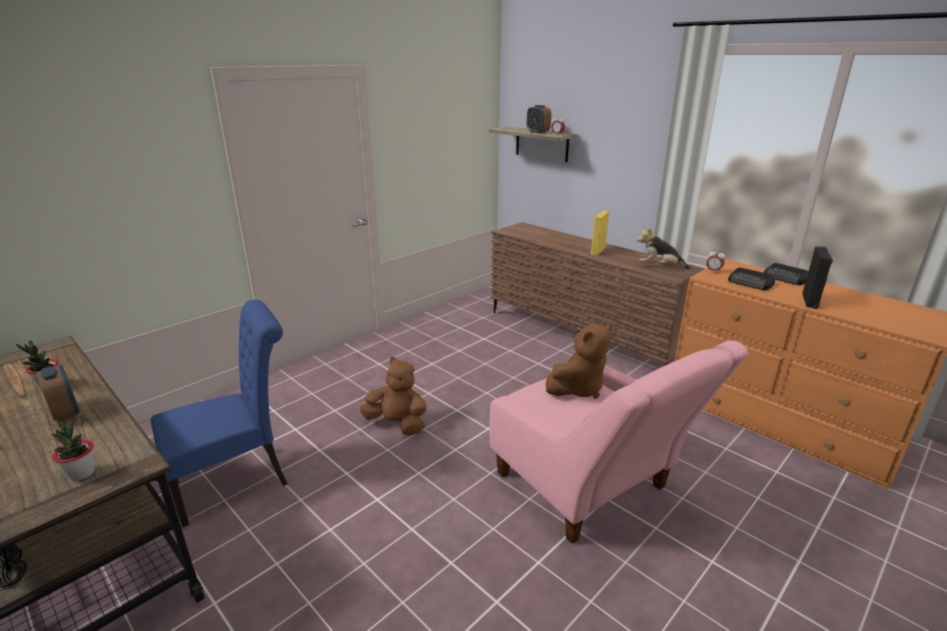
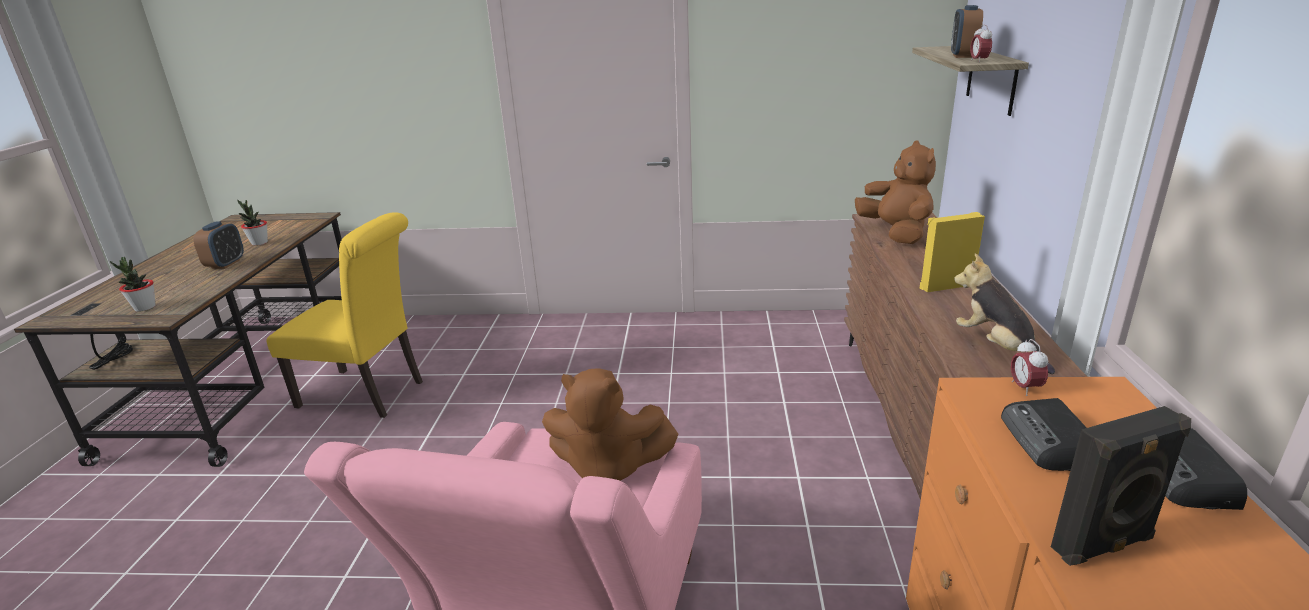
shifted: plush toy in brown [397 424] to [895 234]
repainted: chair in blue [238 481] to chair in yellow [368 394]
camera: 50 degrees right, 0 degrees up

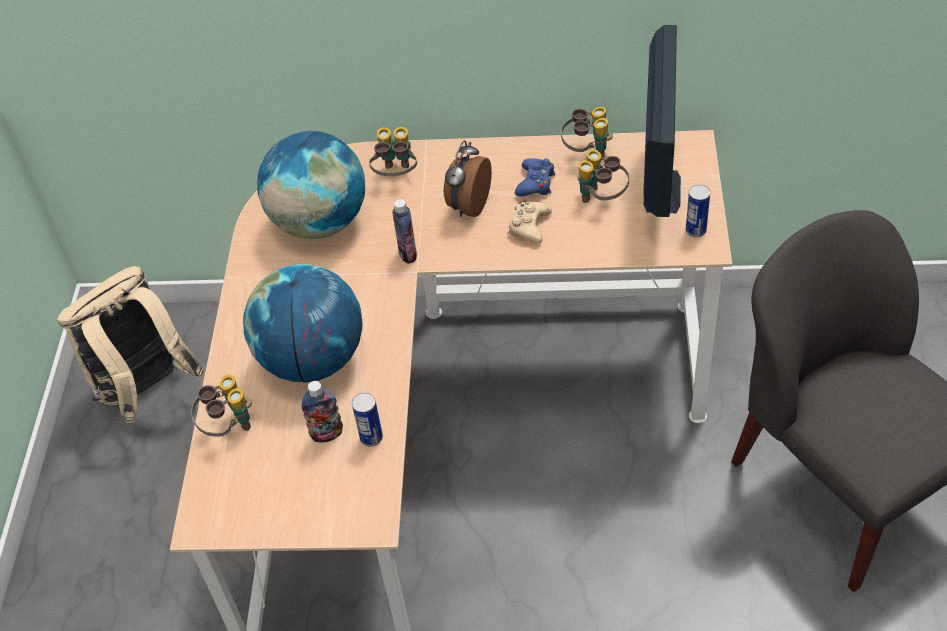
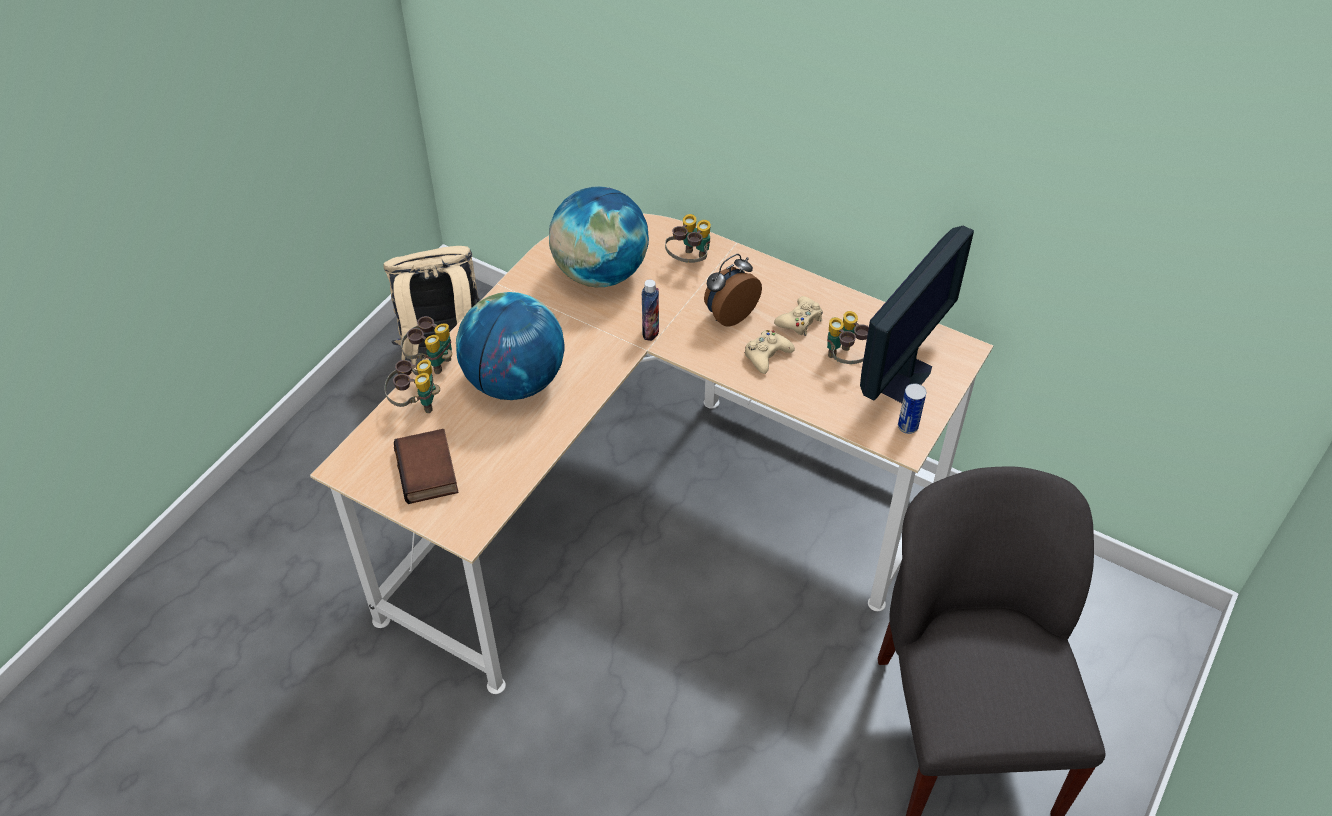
gone: bottle [327 434]; can [371 437]
new: book [429 471]
shifted: binoculars [587 152] to [432 361]
repainted: game controller in blue [535 183] to game controller in beige [800 321]
camera: 25 degrees right, 0 degrees up

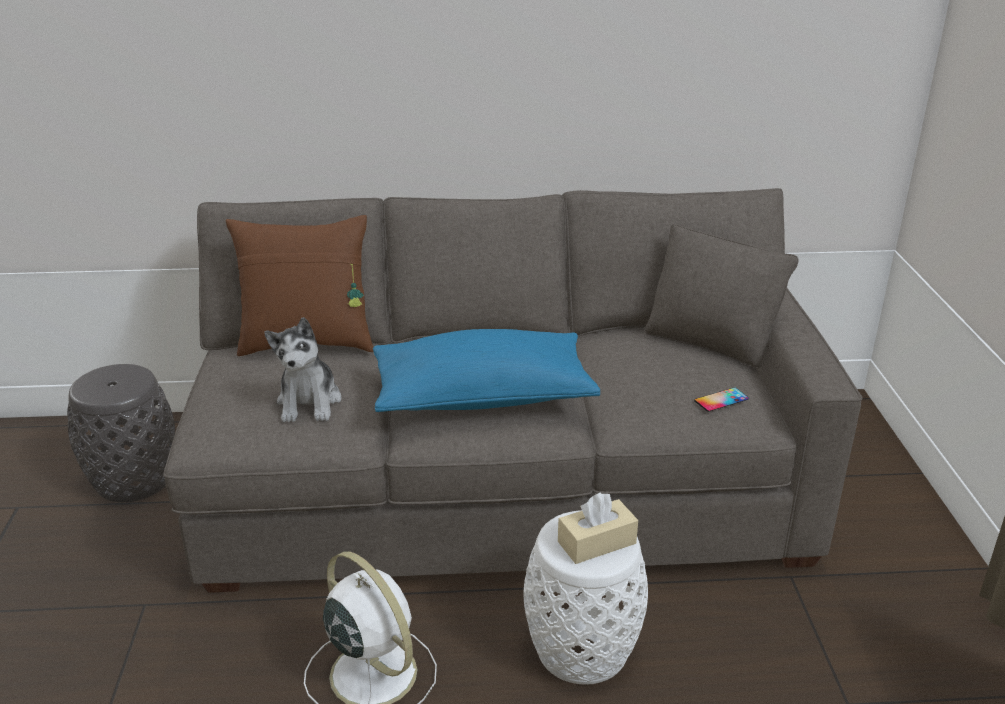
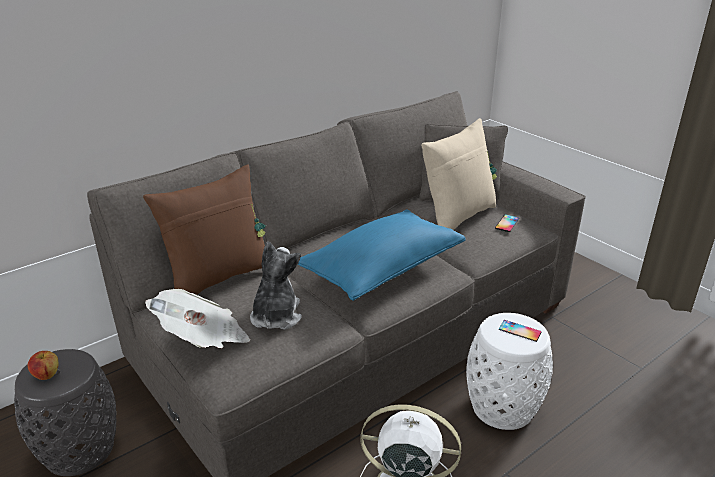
new: apple [46 375]; newspaper [203 339]; pillow in beige [457 218]
swapped: tissue box in beige [596 542] to phone [519 331]
rotated: plush toy [309 402] = [276 316] 135 degrees counterclockwise
camera: 35 degrees left, 0 degrees up

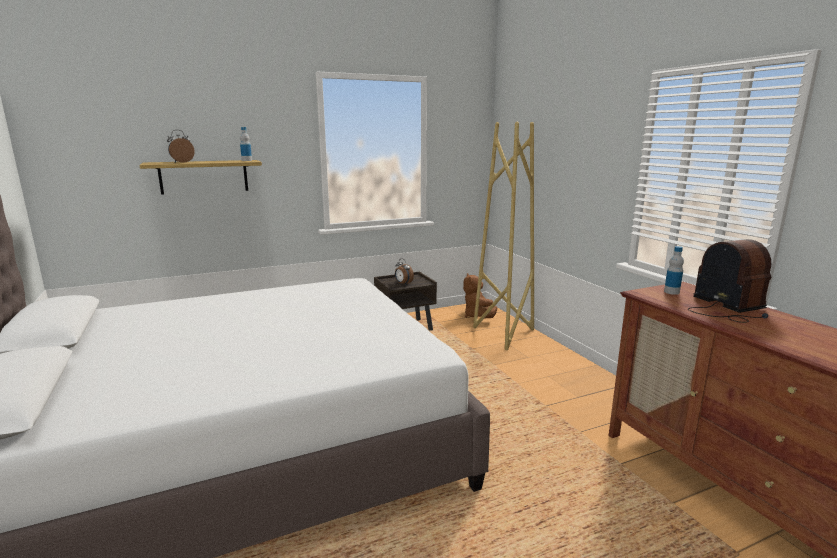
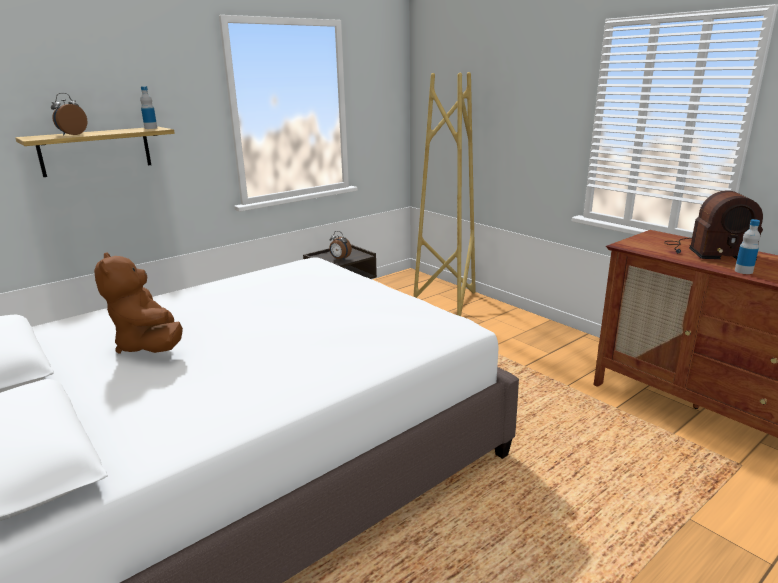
shifted: plush toy in brown [478 316] to [150 346]; bottle [671 292] to [743 271]
rotated: radio [727 308] = [706 251] 135 degrees clockwise
camera: 15 degrees left, 5 degrees up

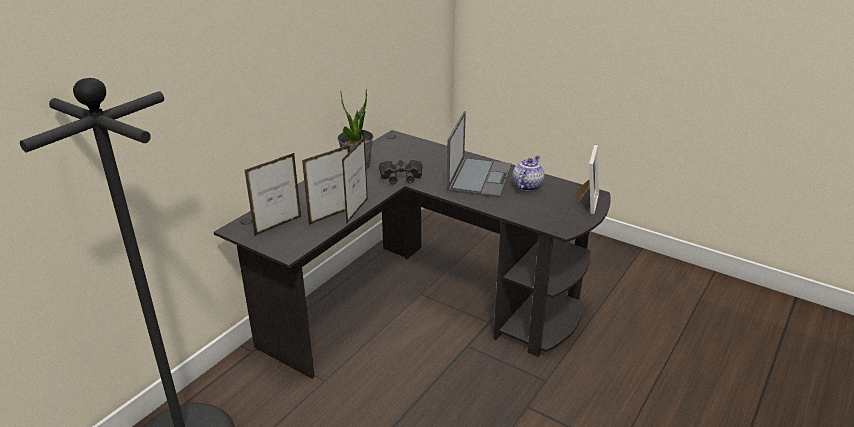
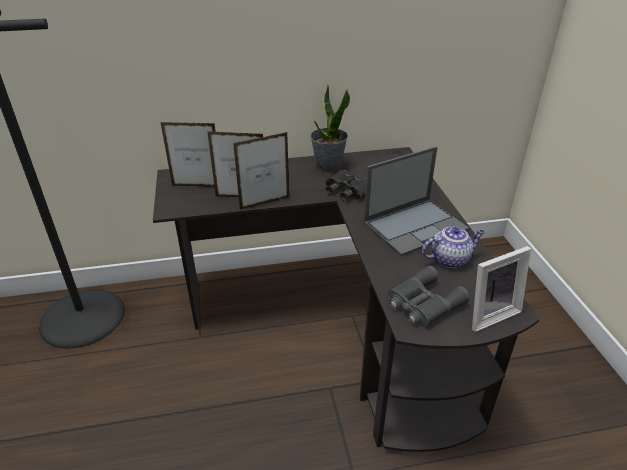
new: binoculars in grey [422 303]
camera: 45 degrees right, 5 degrees up

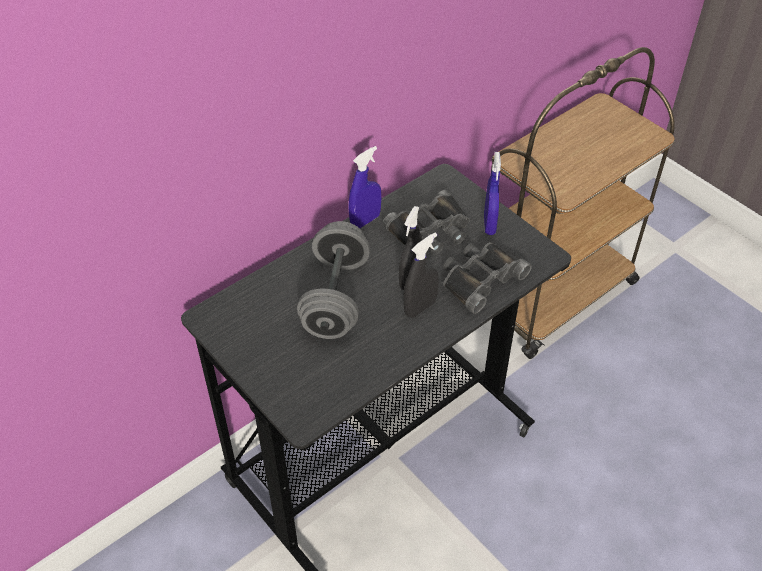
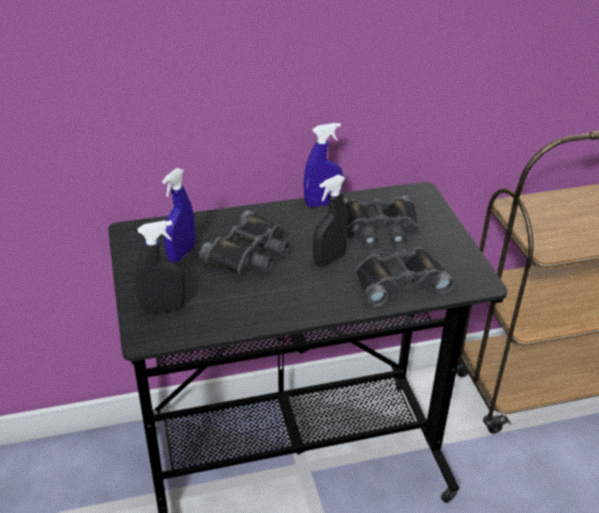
shifted: spray bottle in black [420 308] to [163 308]; spray bottle in blue [489 224] to [181 253]
swapped: dumbbell in grey [335 298] to binoculars in black [250 252]
camera: 25 degrees right, 10 degrees down

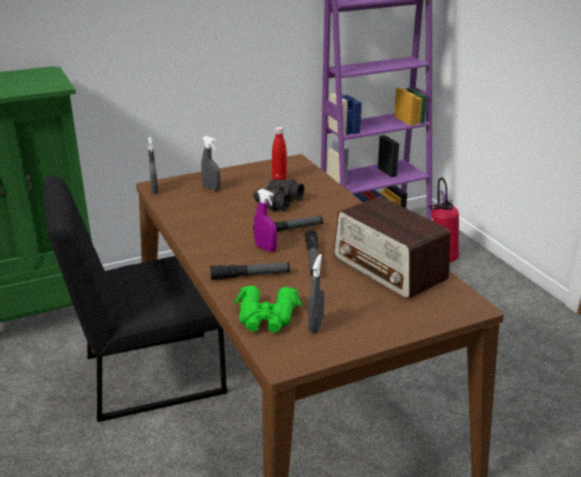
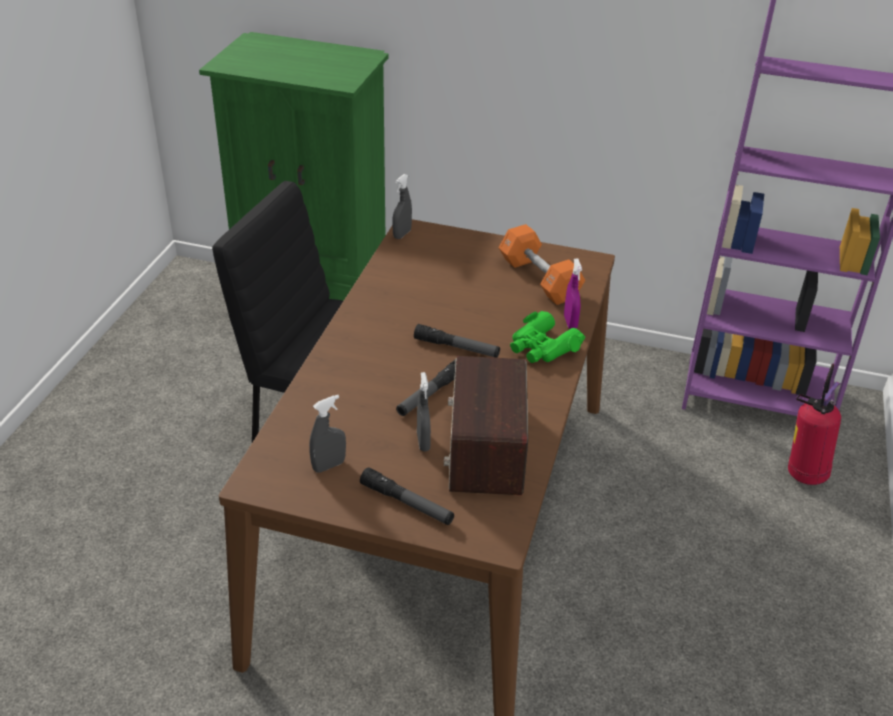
gone: binoculars in black [277 202]
shifted: spray bottle in grey [211 188] to [423 442]; flashlight [250 276] to [407 503]; binoculars in green [266 317] to [542 347]; spray bottle in purple [265 248] to [570 323]
swapped: bottle in red [279 179] to dumbbell in orange [539 279]
camera: 40 degrees right, 10 degrees up

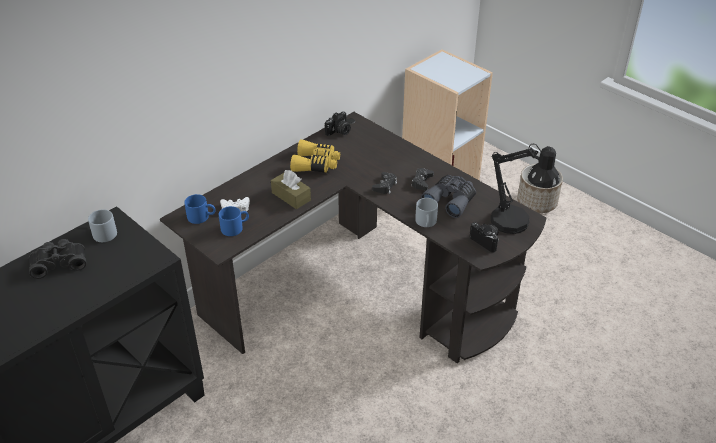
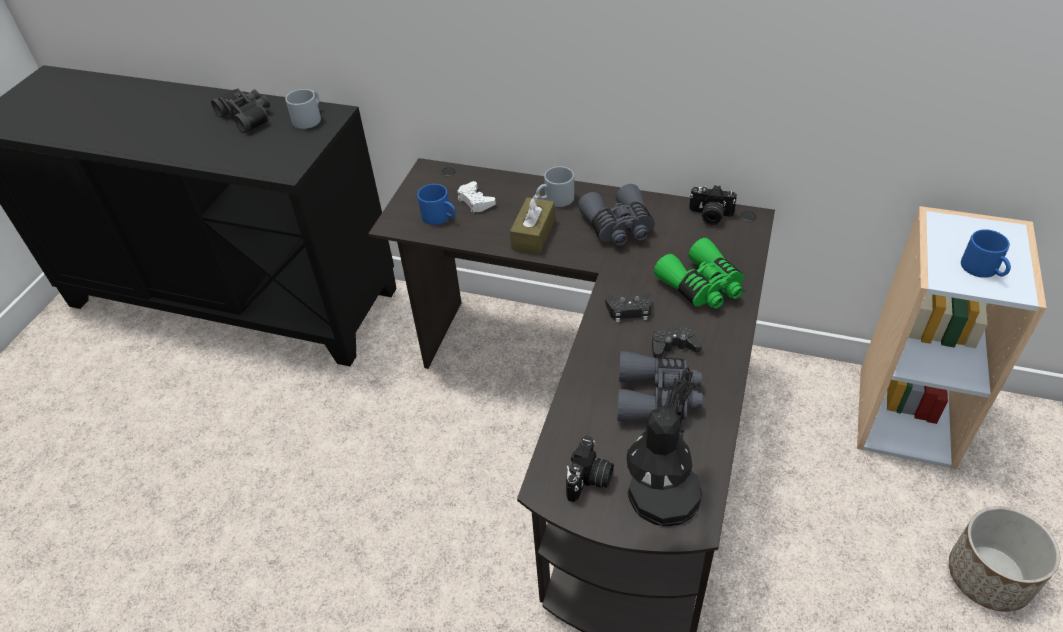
new: binoculars in green [702 286]
shifted: mug in blue [202 217] to [984 269]; mug in grey [426 223] to [555 200]
repainted: binoculars in yellow [316 164] to binoculars in grey [619 227]
camera: 65 degrees right, 5 degrees up

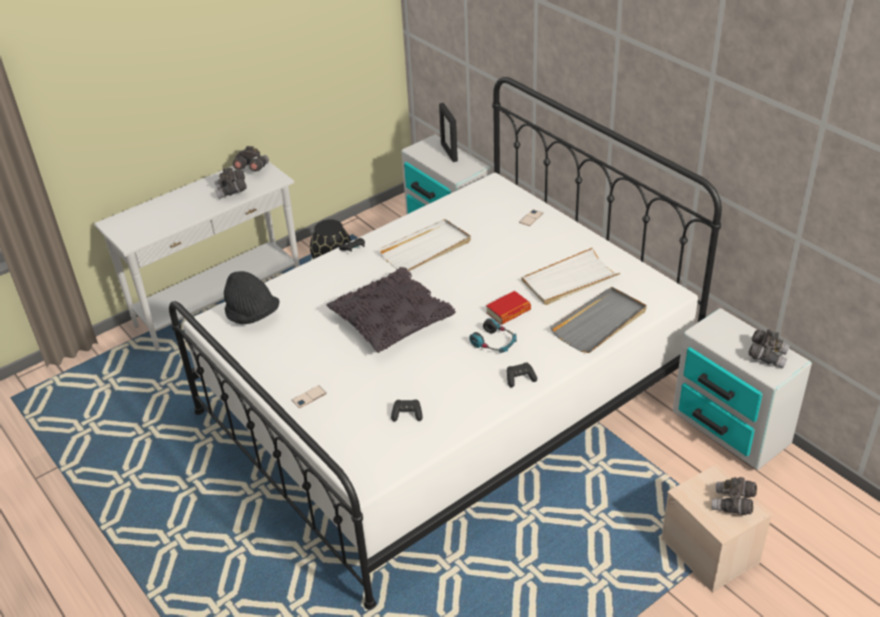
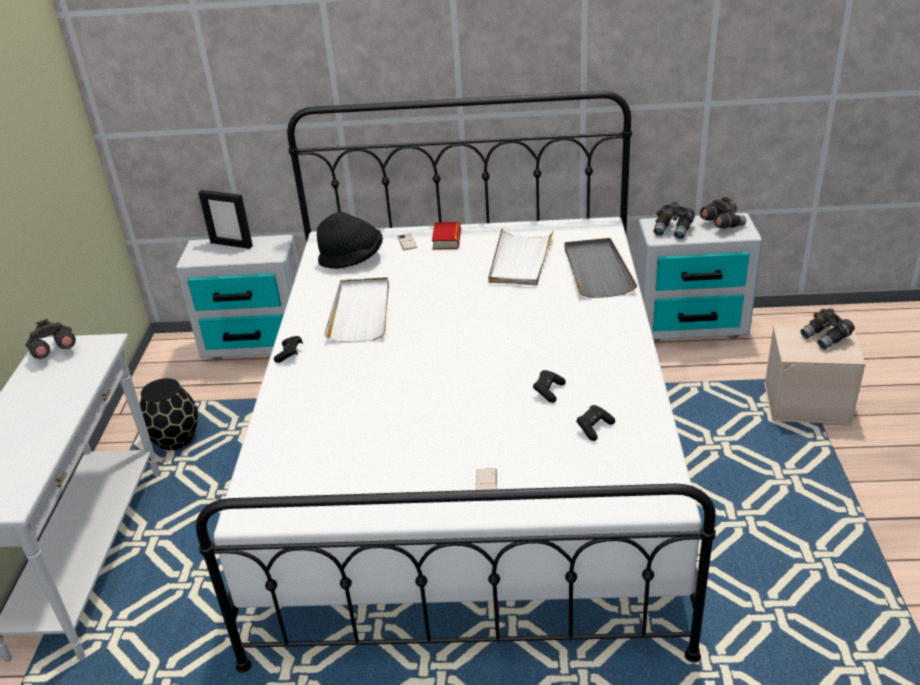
gone: pillow in black [392 320]; headphones [494 343]
shifted: binoculars in grey [232 191] to [673 230]; hat in black [252 315] to [352 259]; book [508 311] to [447 240]; game controller in black [520 379] to [548 391]
camera: 50 degrees left, 5 degrees down

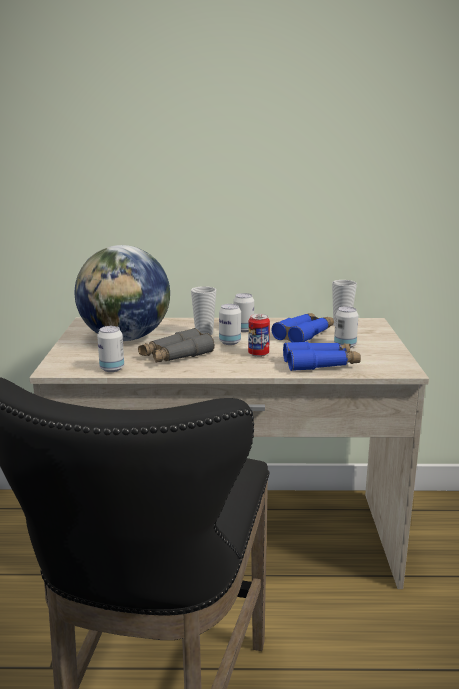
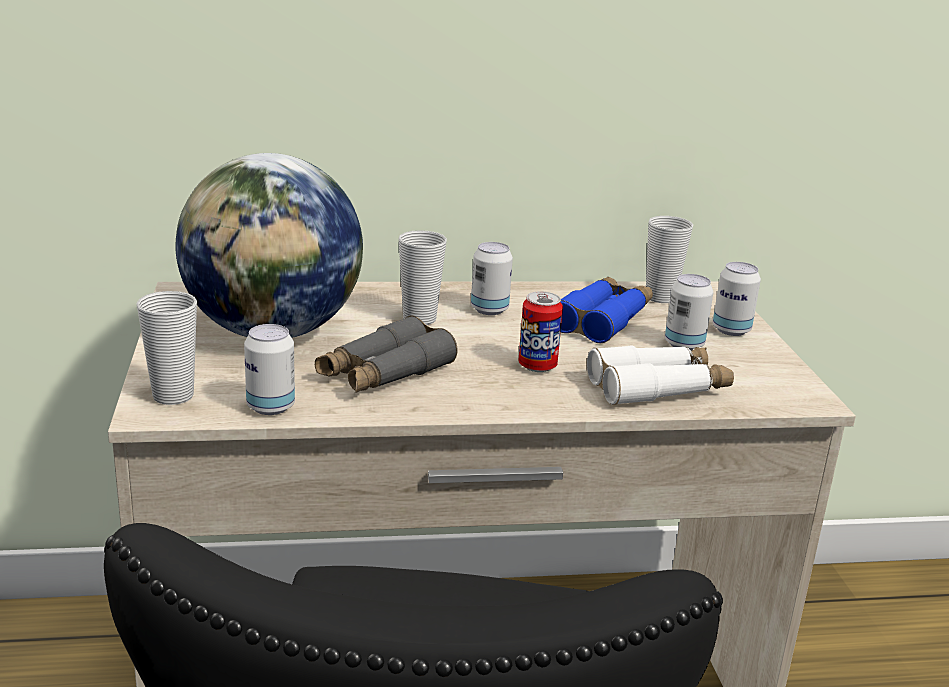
new: cup [173 396]
shifted: can [230 342] to [731 330]
repainted: binoculars in blue [321 364] to binoculars in white [658 388]
camera: 10 degrees left, 5 degrees up

